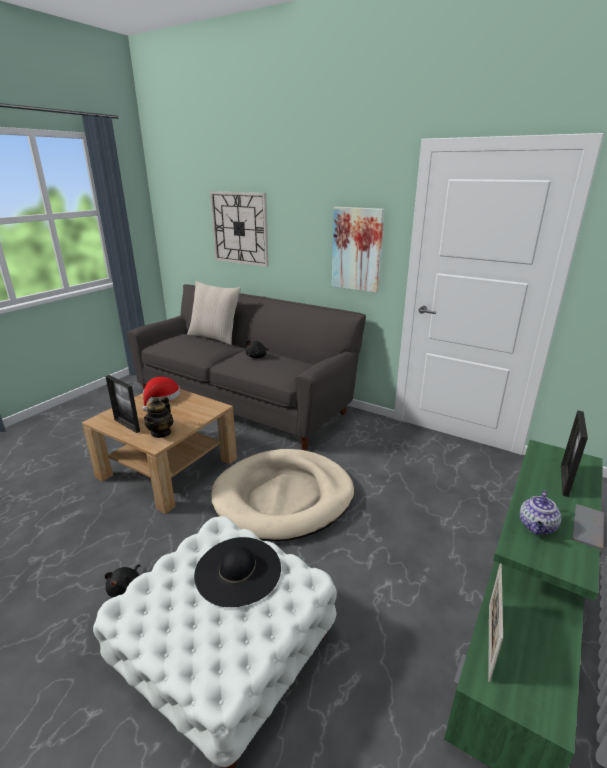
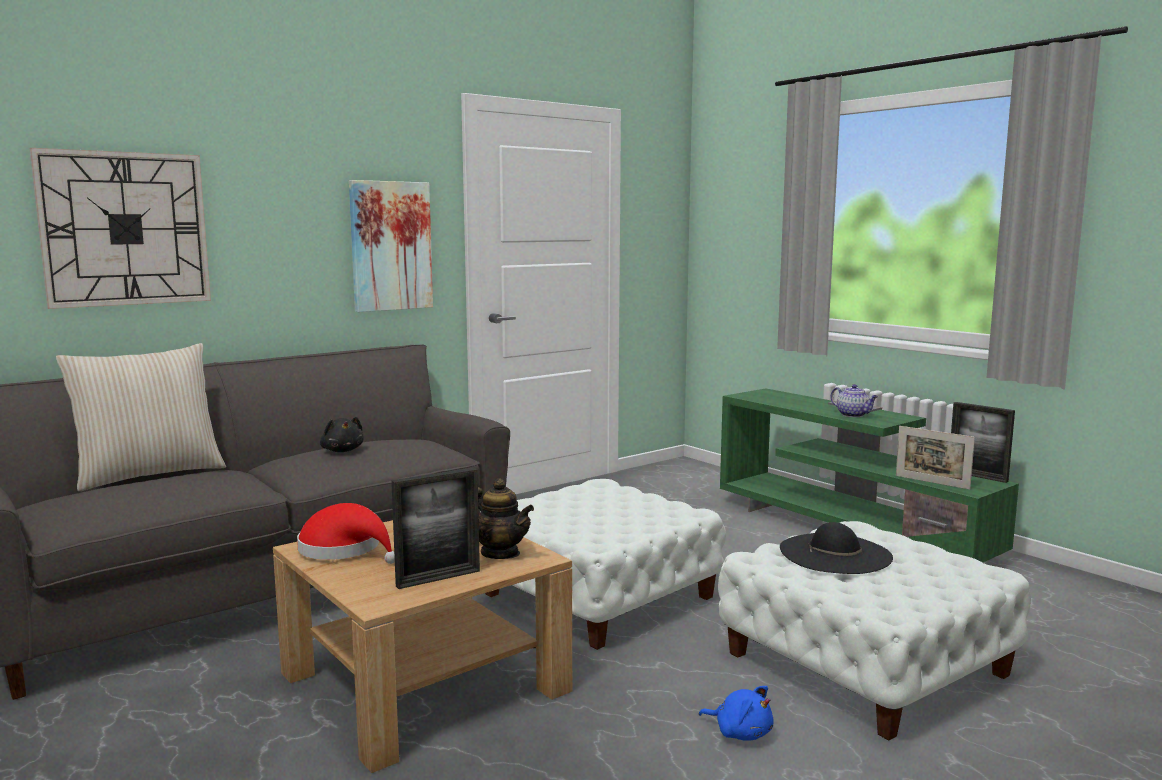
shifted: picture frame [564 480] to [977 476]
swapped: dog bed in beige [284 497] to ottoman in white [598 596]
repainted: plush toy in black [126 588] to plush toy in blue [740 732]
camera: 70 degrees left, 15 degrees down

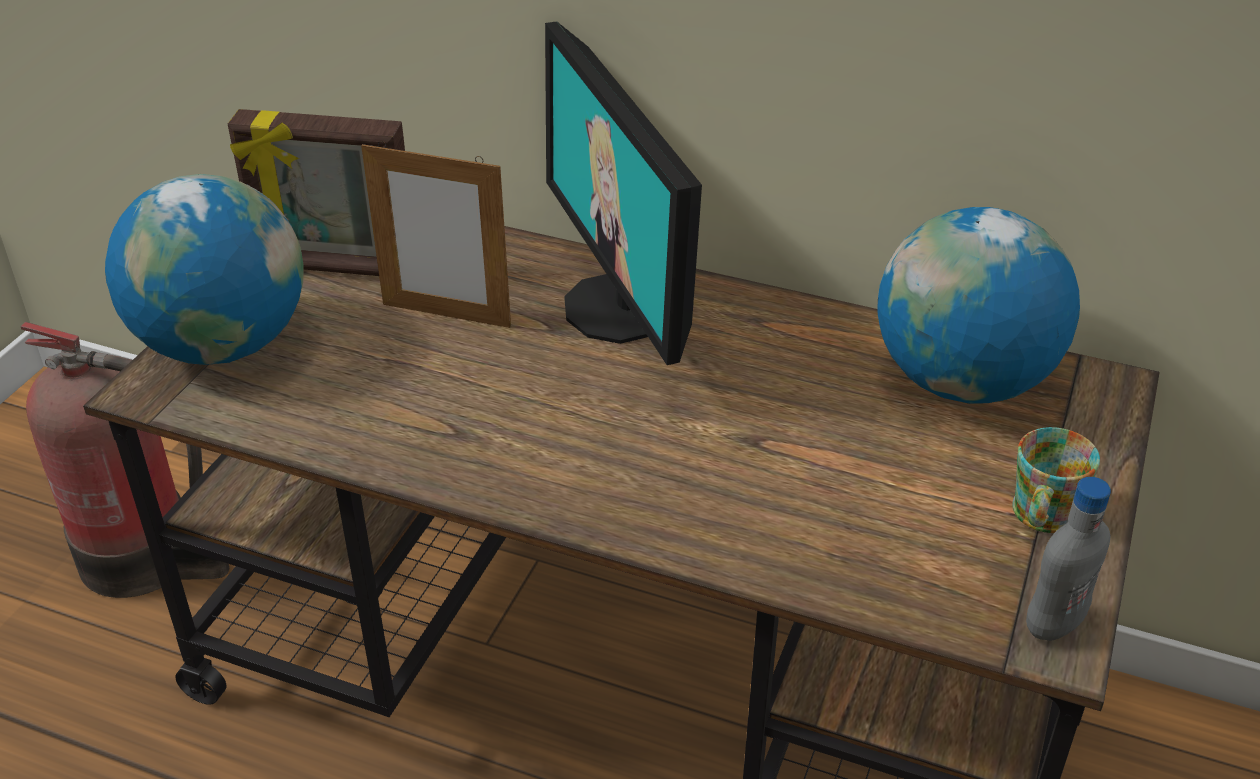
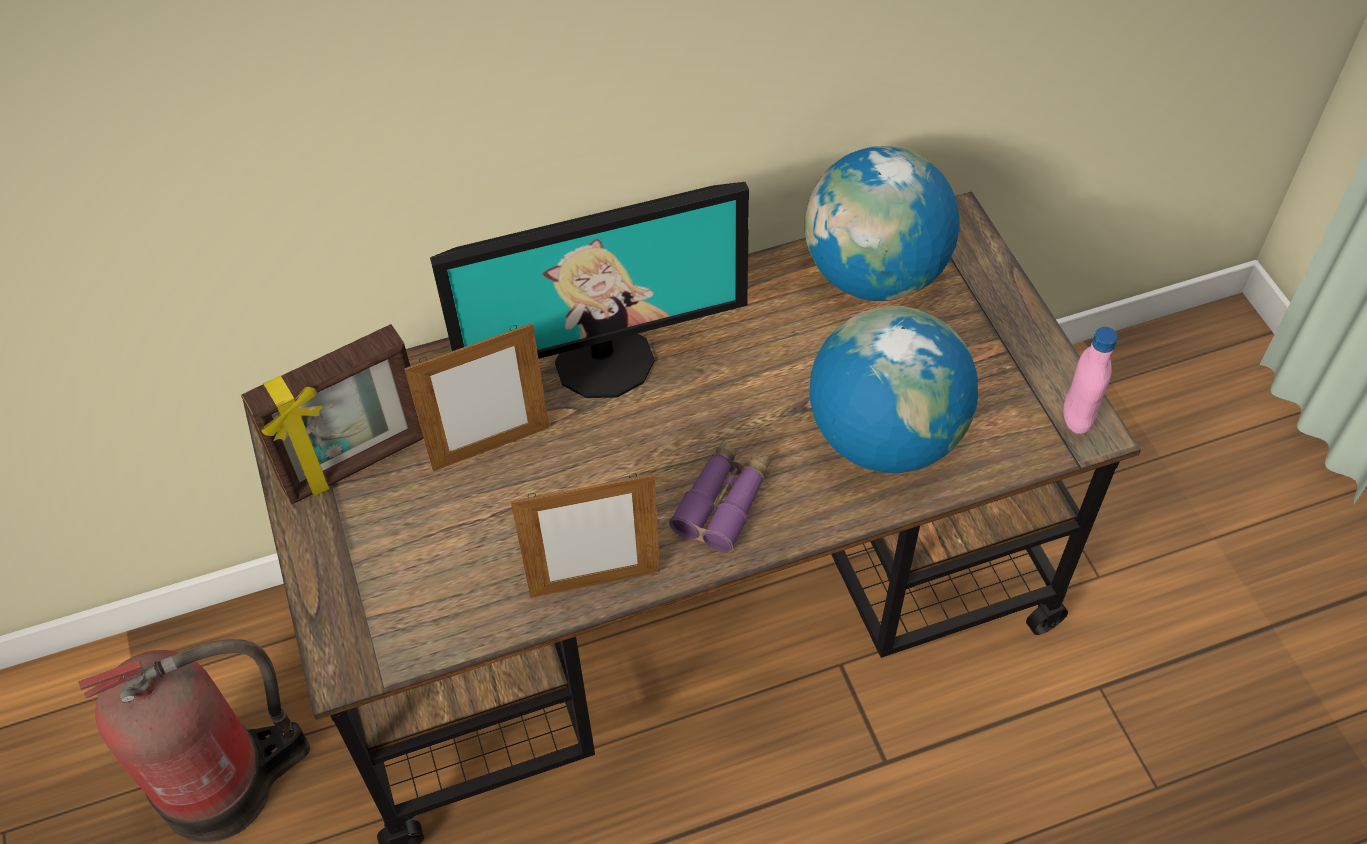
gone: mug [1041 516]
new: picture frame [595 583]; binoculars in purple [723 502]
shifted: globe [224 344] to [885 436]
repainted: bottle in grey [1054 624] to bottle in pink [1077 417]
rotated: monitor [618 308] = [604 360] 45 degrees counterclockwise
camera: 40 degrees left, 15 degrees up

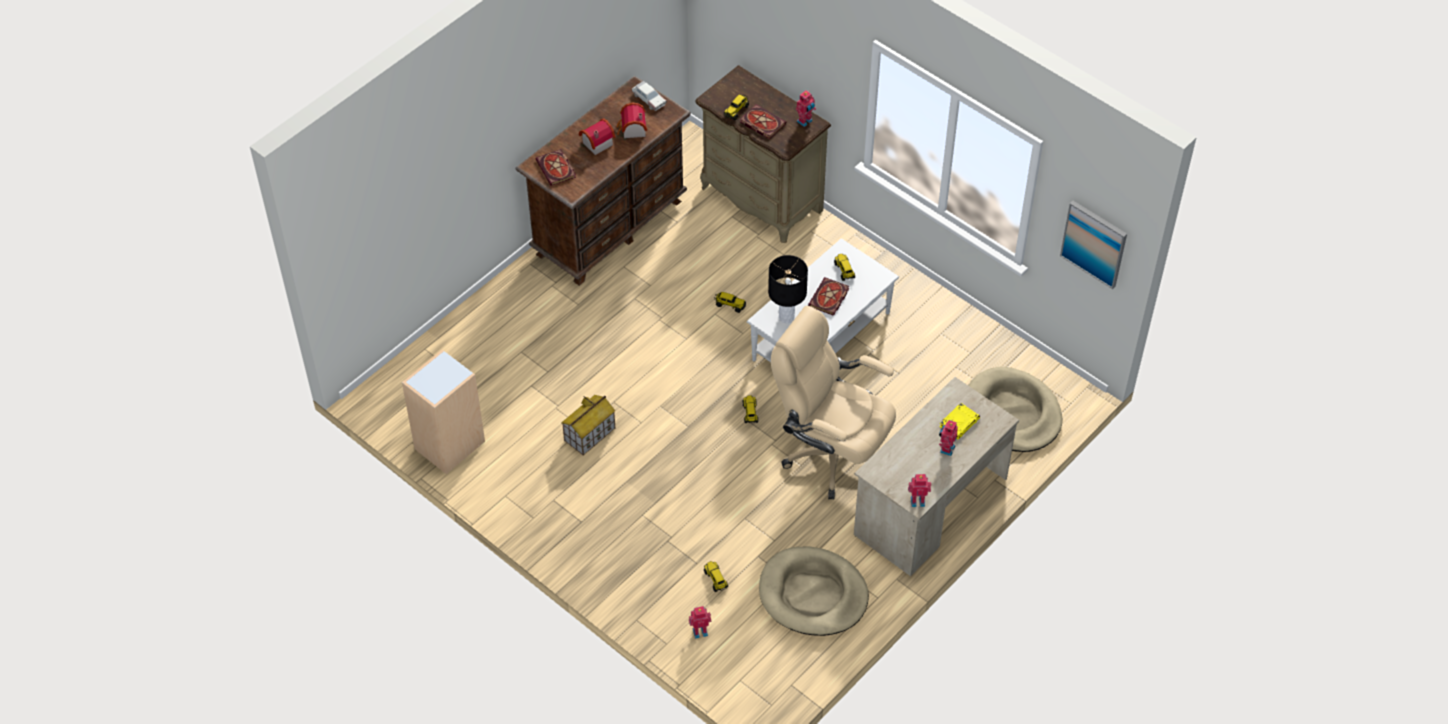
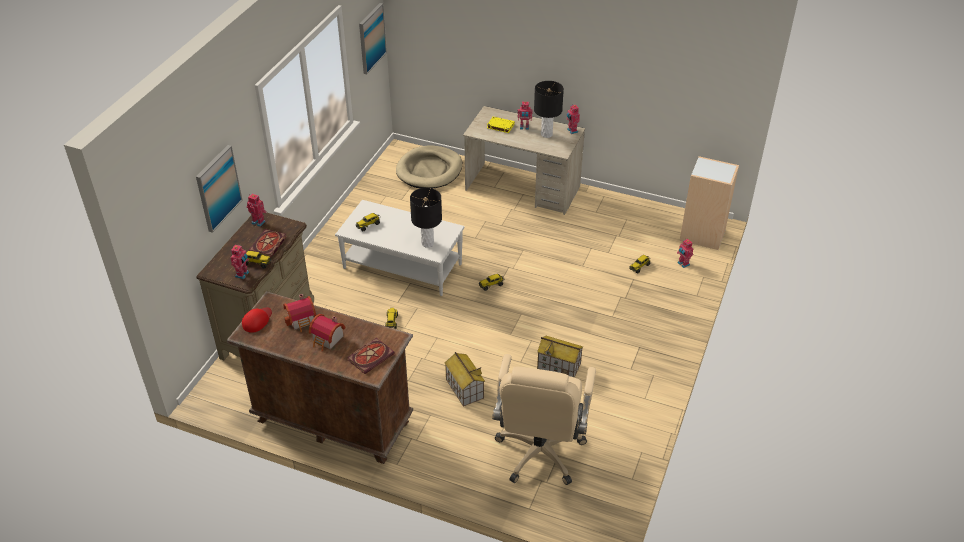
gone: dog bed in beige [813 594]; book [829 298]
new: picture [218 188]; toy robot [243 274]; toy house [464 389]; table lamp in black [546 134]
shifted: bookcase [448 445] to [703 235]; office chair in beige [831 455] to [539 454]
swapped: toy car [648 99] to cap in red [257 320]
camera: 110 degrees left, 10 degrees down

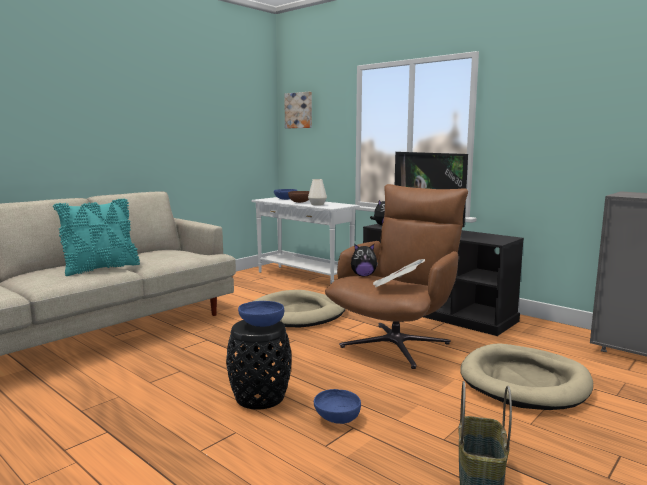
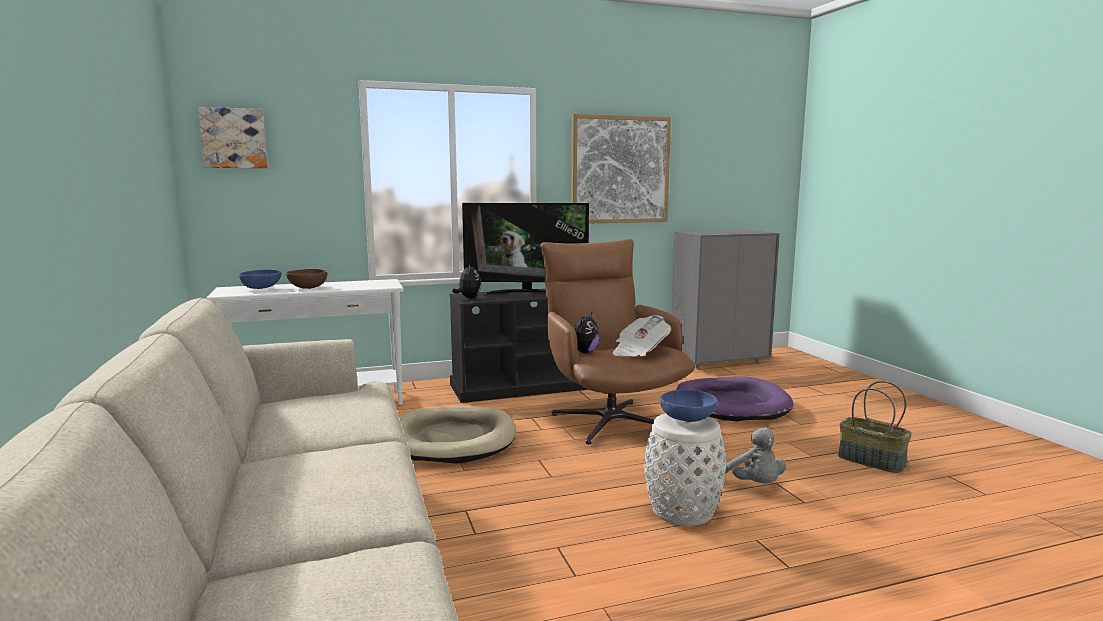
gone: pillow in turquoise [101 268]; vase in white [317 204]
new: picture [620 170]
swapped: bowl in blue [336 418] to plush toy in grey [754 485]
repainted: stool in black [260 397] to stool in white [683 511]; dog bed in beige [524 382] to dog bed in purple [731 404]
camera: 60 degrees left, 0 degrees up

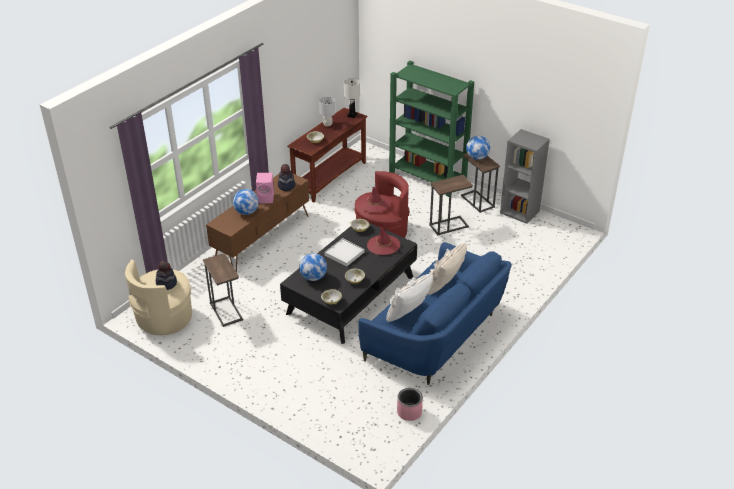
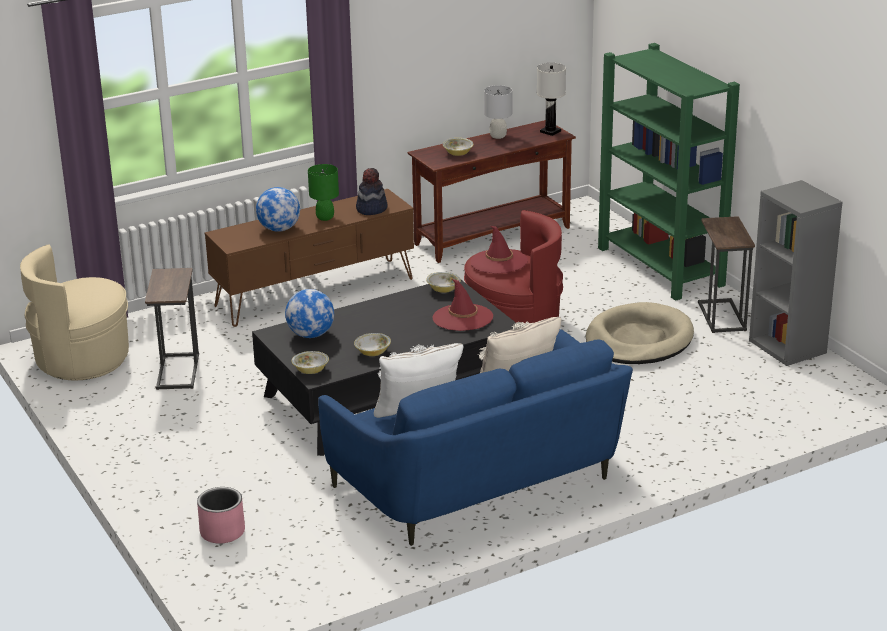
gone: hat [166 283]; tray in white [344 253]; globe [477 157]
shifted: planter in pink [409 412] to [222 532]
swapped: speaker in pink [266 198] to table lamp in green [326 218]; side table in brown [448 226] to dog bed in beige [638 340]
camera: 25 degrees right, 10 degrees down

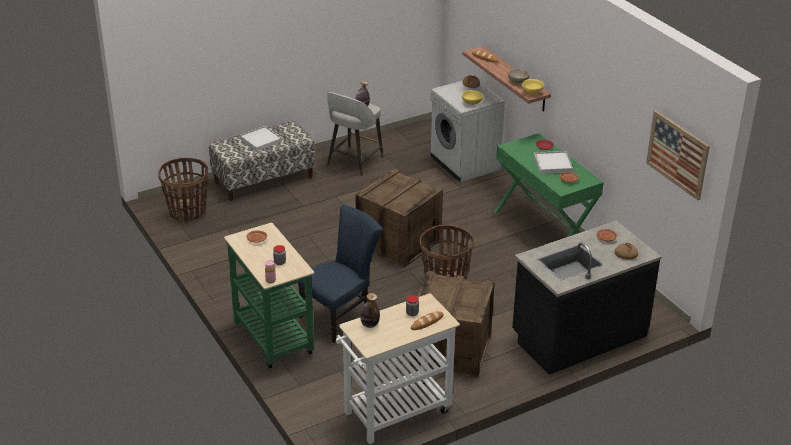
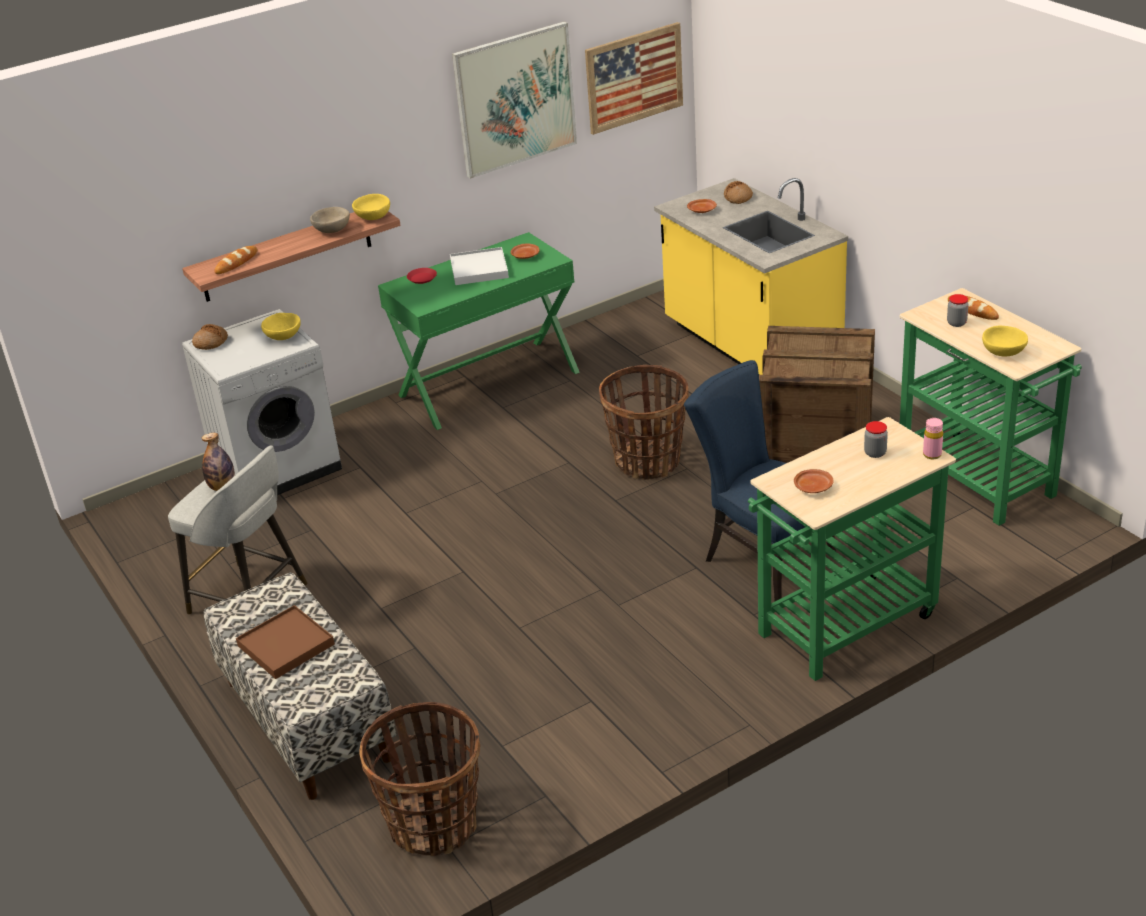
gone: crate [399 242]
new: picture [515 99]
swapped: bottle [369 324] to bowl in yellow [1003 353]
repainted: tray in white [261 140] to tray in brown [286 645]; cart in white [396 413] to cart in green [978 479]; counter in black [578 335] to counter in yellow [749 347]
camera: 90 degrees left, 0 degrees up

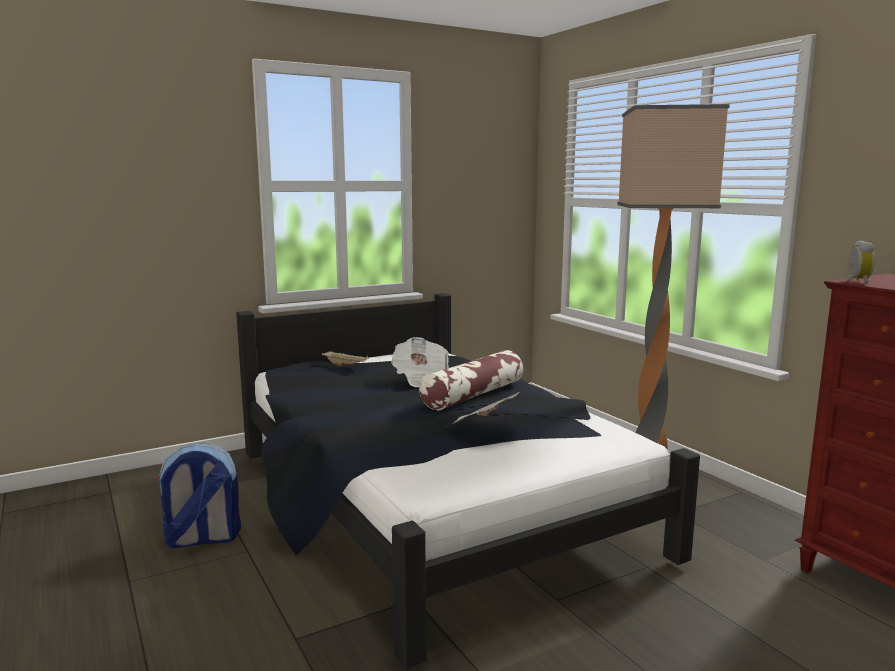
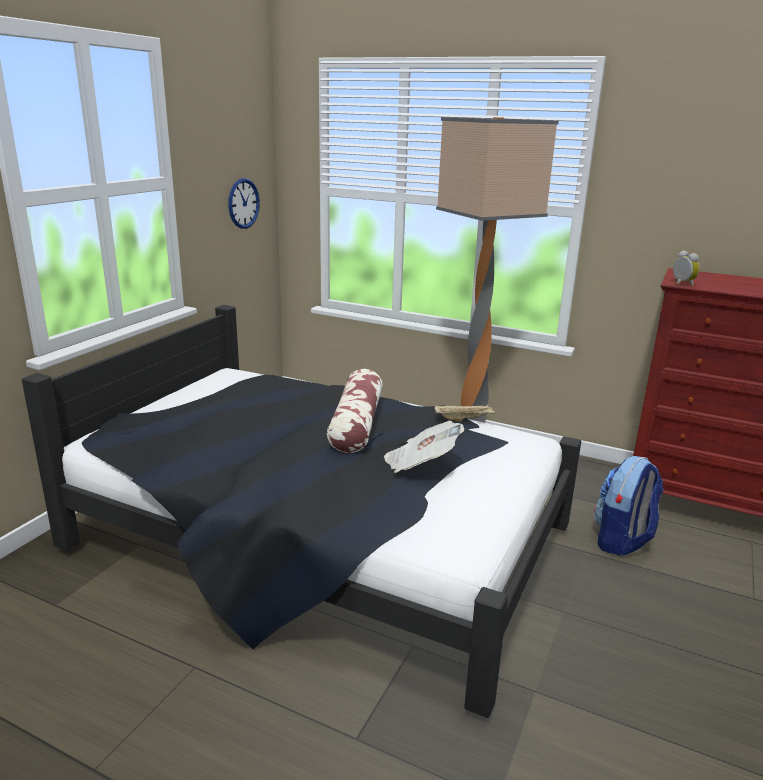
gone: newspaper [420 378]
new: wall clock [243 203]
shifted: backpack [201 539] to [622 541]; tray in beige [346 365] to [464 419]
camera: 35 degrees left, 10 degrees up

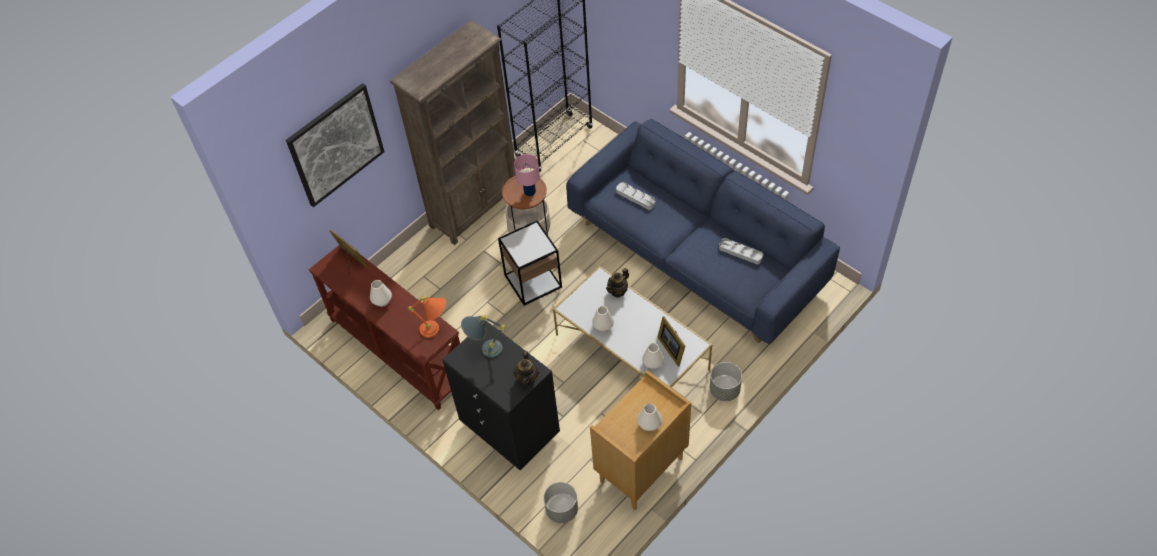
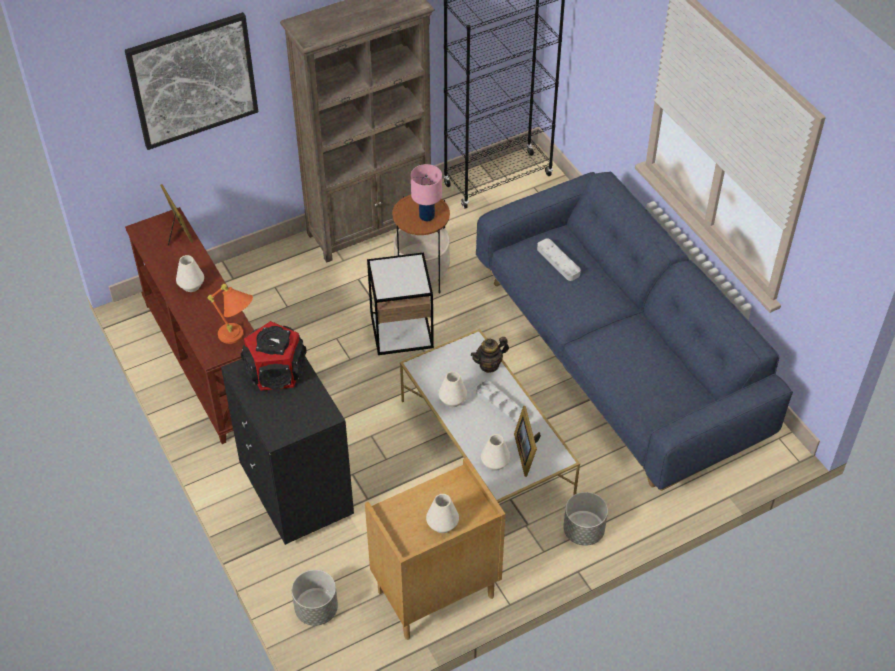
gone: teapot [527 378]
shifted: tray in grey [740 252] to [501 405]
swapped: table lamp in grey [484 350] to speaker [275 371]
camera: 15 degrees right, 5 degrees down

